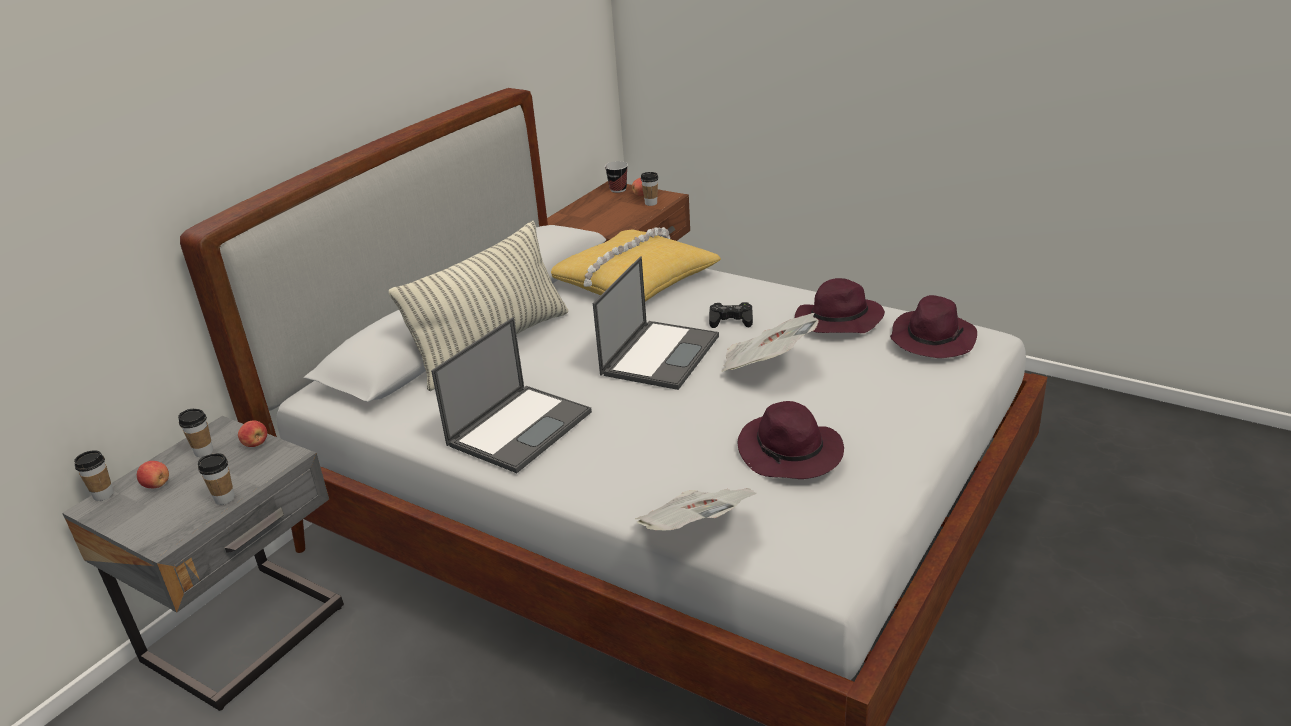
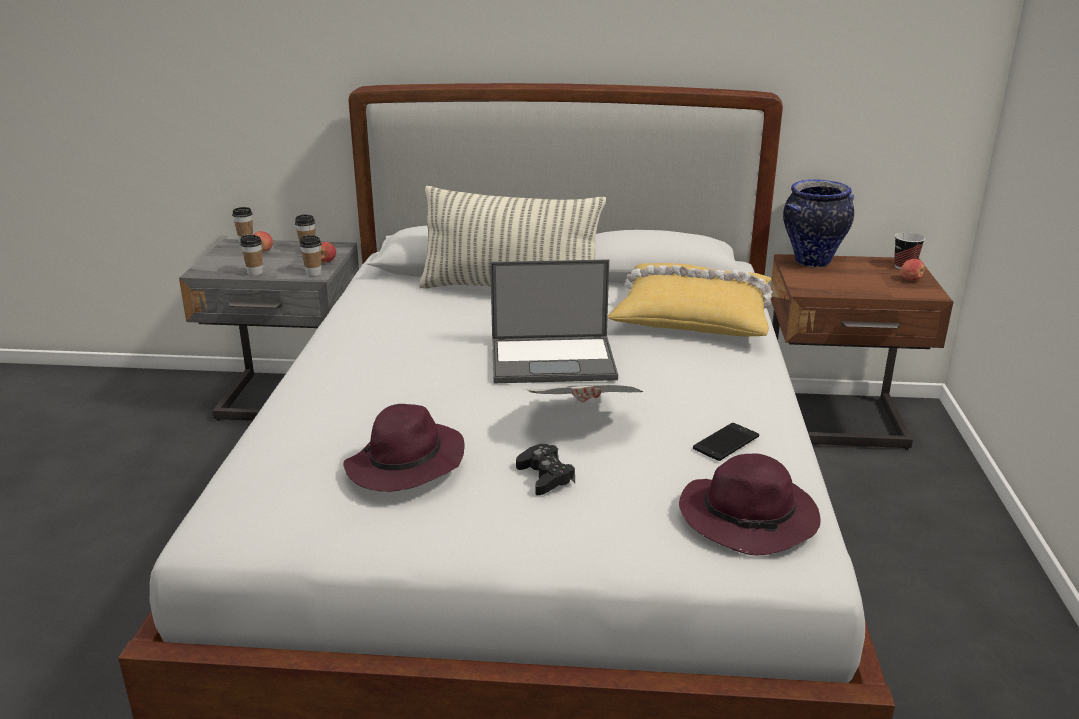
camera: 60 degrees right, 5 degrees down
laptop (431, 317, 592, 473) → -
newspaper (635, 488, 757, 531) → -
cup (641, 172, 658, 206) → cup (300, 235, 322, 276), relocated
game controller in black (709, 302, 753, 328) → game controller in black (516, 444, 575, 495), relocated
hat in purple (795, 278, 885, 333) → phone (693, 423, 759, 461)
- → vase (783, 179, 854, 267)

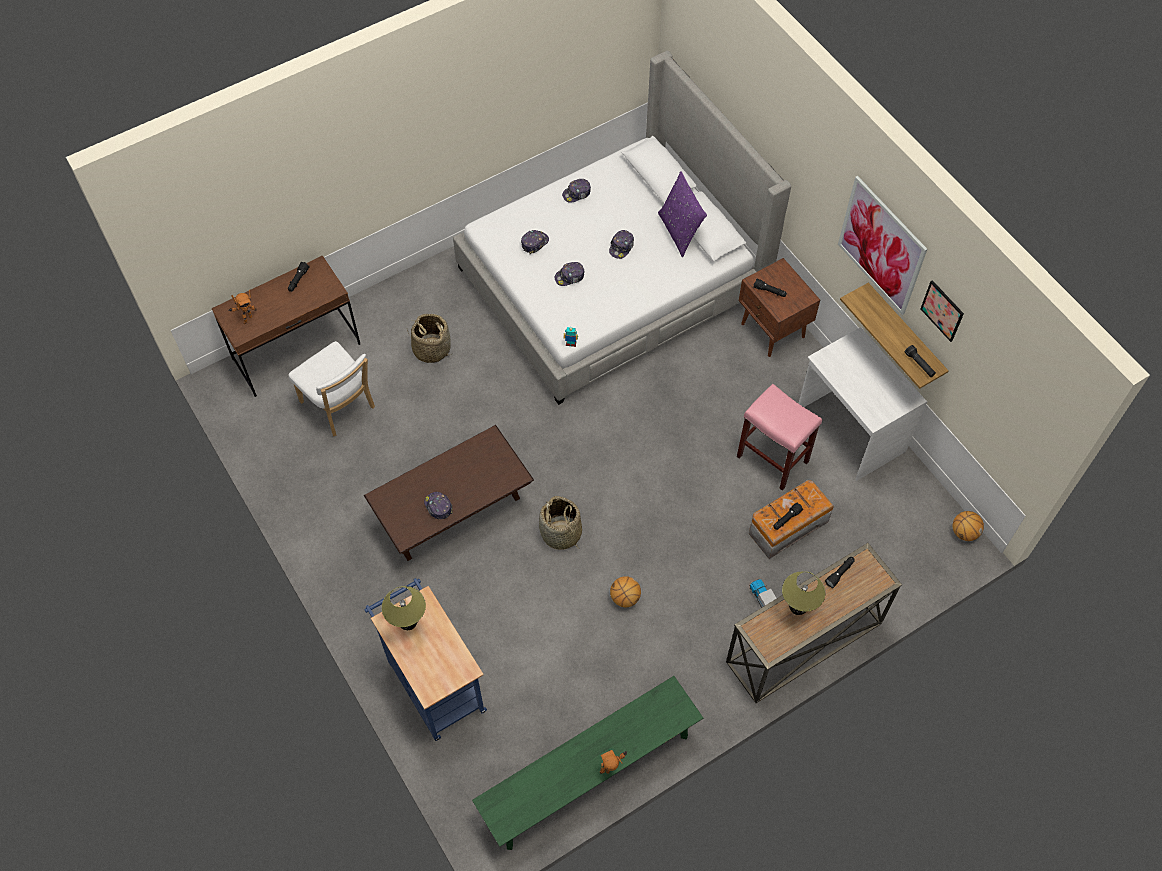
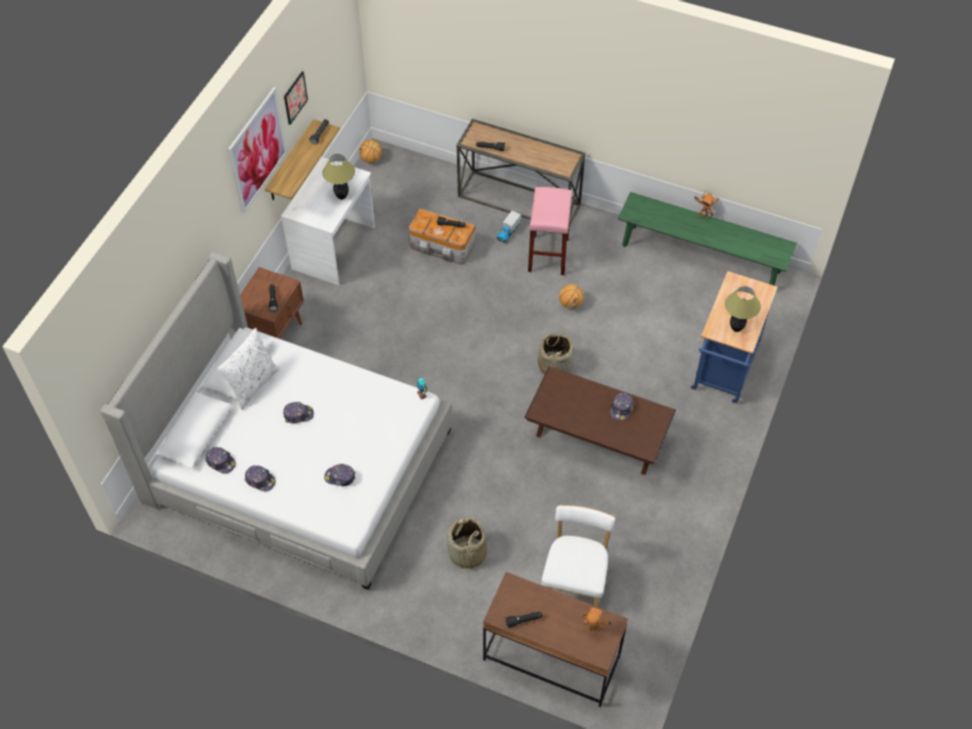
camera: 125 degrees left, 5 degrees down
cap (555, 262, 584, 286) → cap (205, 447, 236, 474), relocated
pillow in purple (658, 171, 707, 257) → pillow in white (217, 328, 279, 410)
stool in pink (737, 384, 822, 490) → stool in pink (528, 187, 572, 275), relocated
table lamp (782, 572, 825, 615) → table lamp (322, 154, 355, 200), relocated

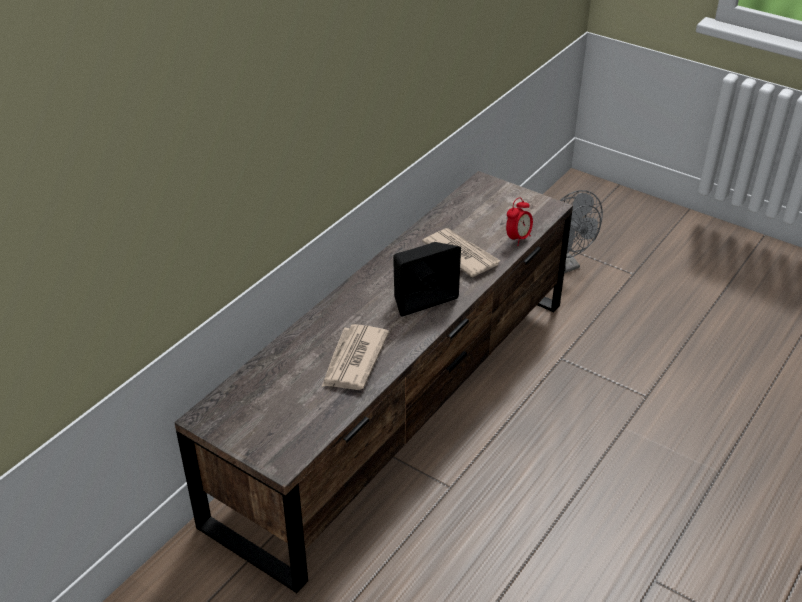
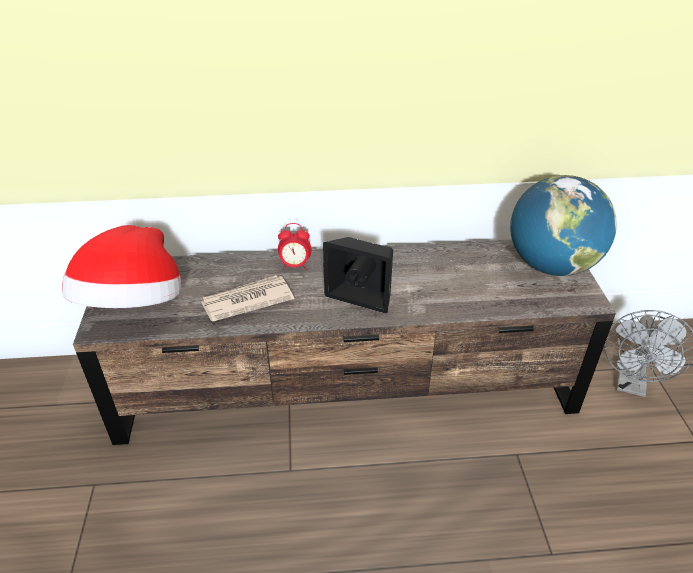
camera: 50 degrees right, 0 degrees up
newspaper (422, 228, 501, 277) → -
alarm clock (506, 197, 533, 246) → alarm clock (278, 223, 311, 271), relocated
- → hat (62, 225, 181, 308)
- → globe (510, 175, 617, 276)

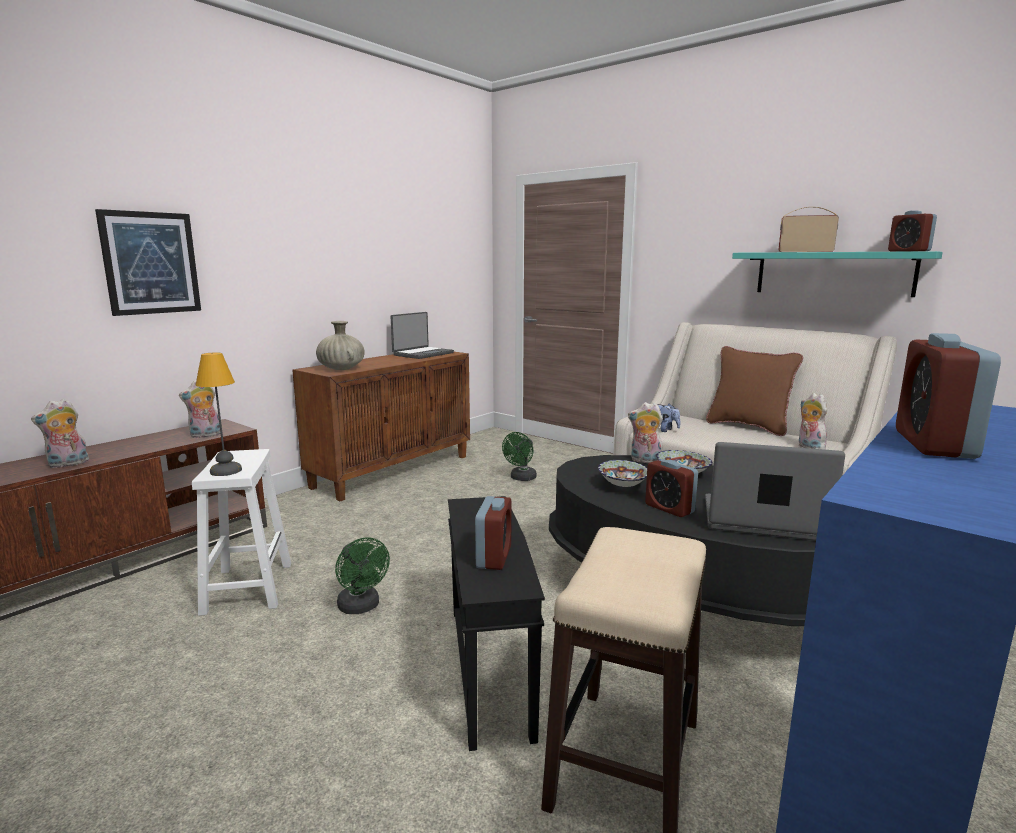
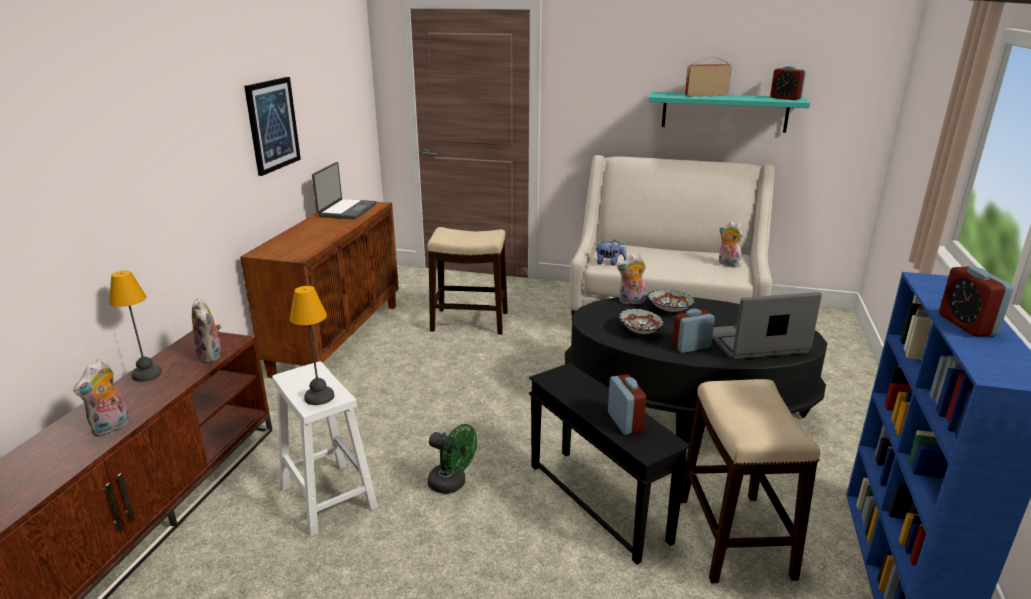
camera: 25 degrees left, 10 degrees up
picture (95, 209, 201, 316) → picture (244, 77, 301, 176), relocated
plush toy (179, 380, 221, 438) → plush toy (192, 298, 221, 363), 60 degrees counterclockwise
vase in beige (316, 321, 365, 370) → -
fan in green (502, 432, 537, 481) → stool (427, 227, 508, 335)
alarm clock (645, 459, 698, 517) → alarm clock (672, 309, 715, 353), 135 degrees clockwise
pillow in brown (706, 346, 803, 436) → -
- → table lamp (109, 270, 162, 382)

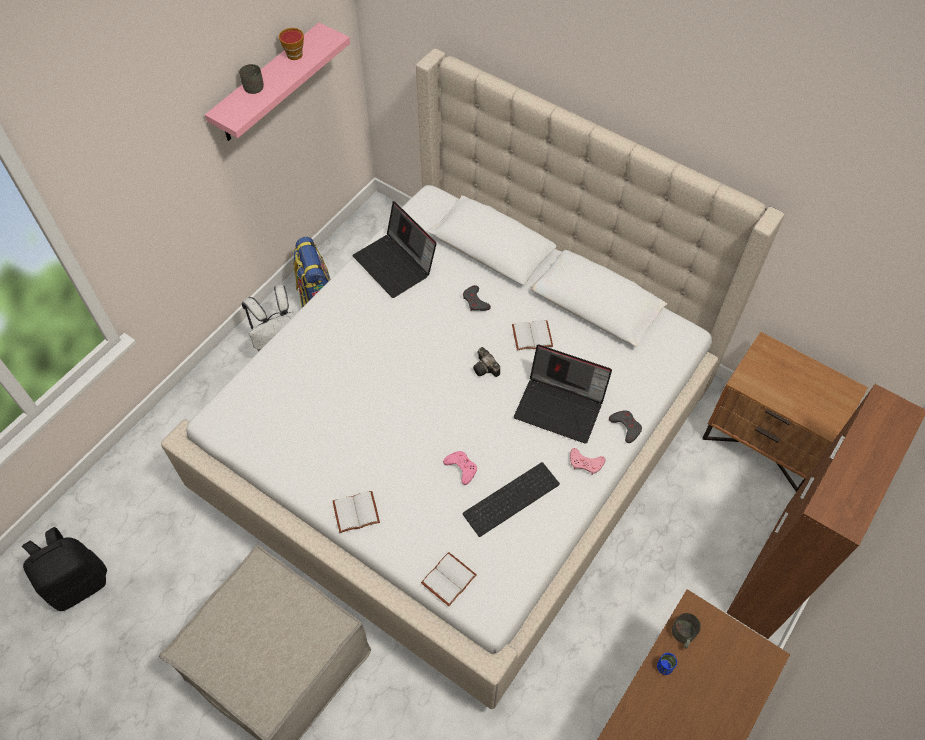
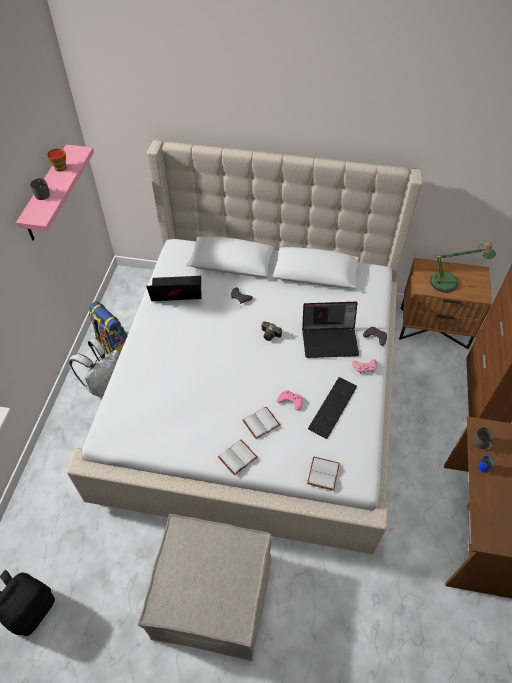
camera: 25 degrees left, 5 degrees down
laptop (353, 201, 437, 298) → laptop (146, 276, 201, 301), 150 degrees clockwise
book in white (512, 320, 553, 351) → book in white (243, 407, 280, 439), relocated
- → table lamp (430, 241, 496, 293)

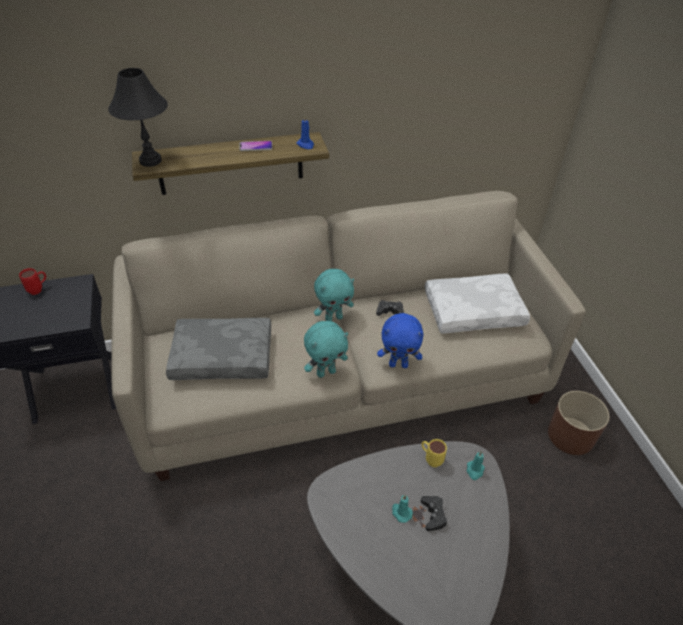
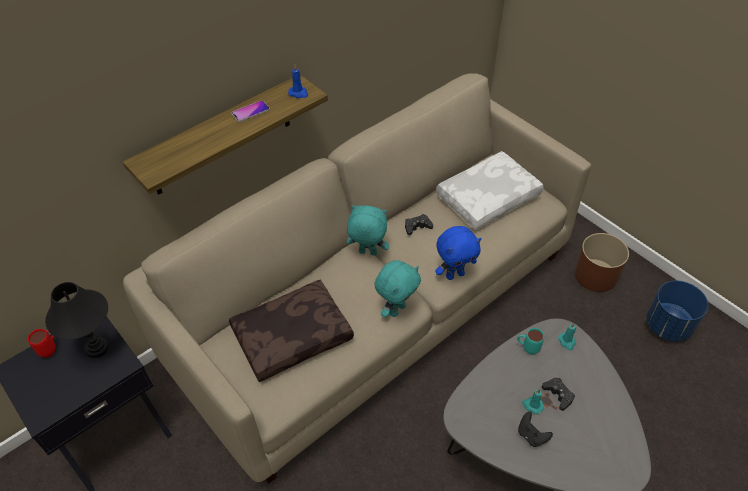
camera: 25 degrees left, 5 degrees up
table lamp in black (108, 68, 168, 167) → table lamp in black (45, 282, 109, 358), relocated
pillow in grey (166, 318, 271, 380) → pillow in brown (229, 280, 354, 382)
plush toy in turquoise (314, 269, 354, 321) → plush toy in turquoise (347, 205, 389, 256), 120 degrees counterclockwise
mug in yellow (421, 439, 447, 467) → mug in turquoise (517, 328, 544, 355)
- → game controller in black (518, 412, 553, 447)
- → planter in blue (646, 281, 709, 342)

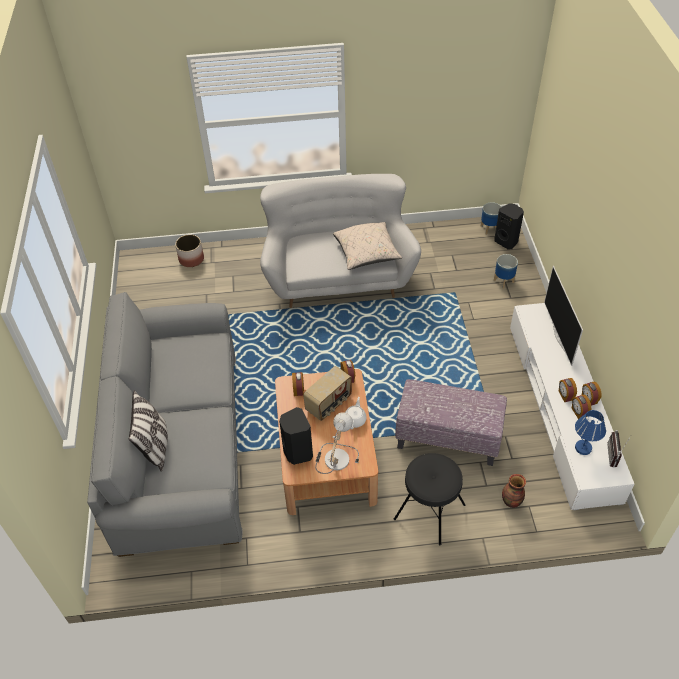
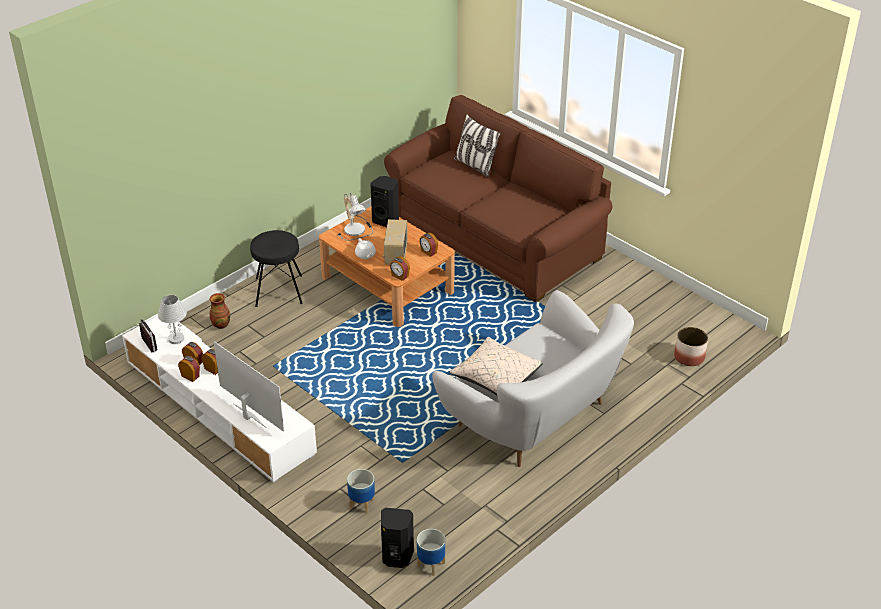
camera: 140 degrees right, 10 degrees down
sofa in grey (87, 292, 243, 557) → sofa in brown (384, 95, 612, 302)
ottoman (395, 379, 507, 466) → -
table lamp in blue (575, 410, 606, 455) → table lamp in white (158, 295, 187, 344)

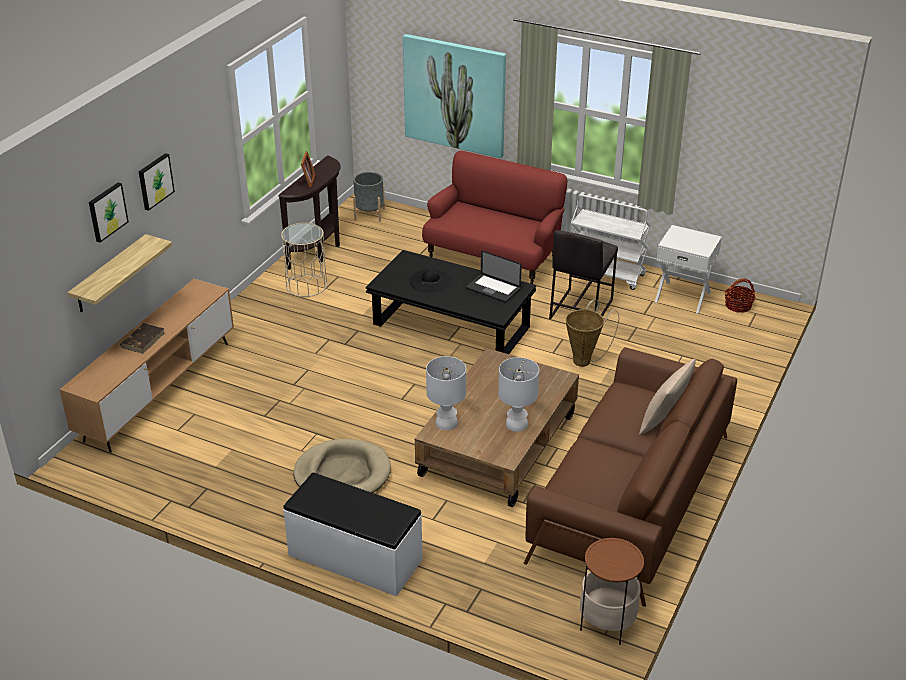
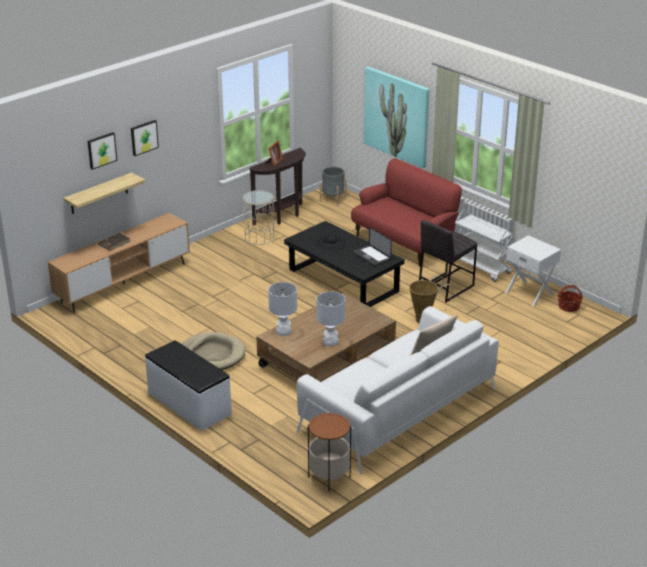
camera: 20 degrees right, 5 degrees down
sofa in brown (523, 347, 737, 607) → sofa in white (297, 306, 499, 475)

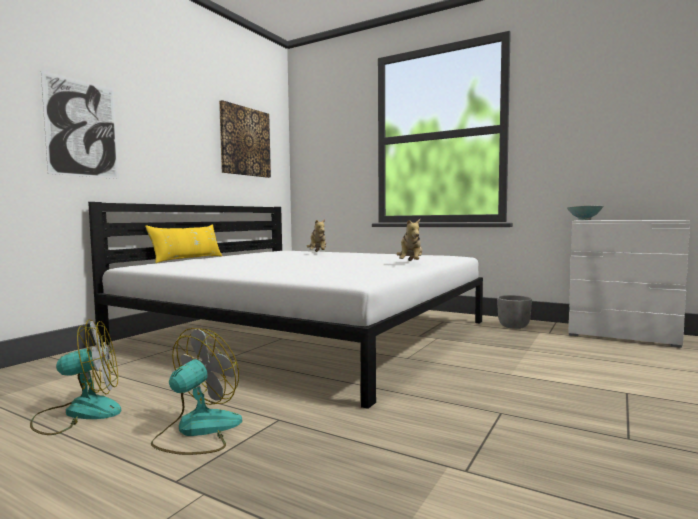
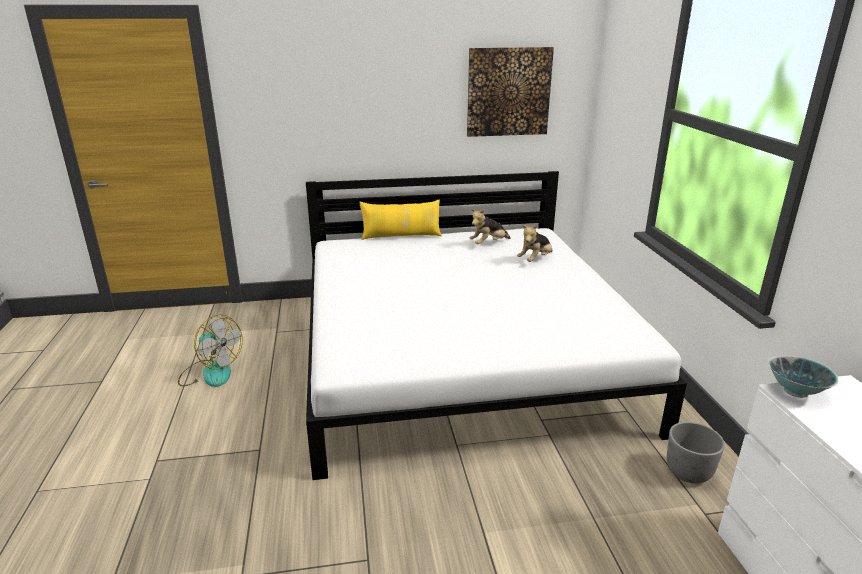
camera: 50 degrees right, 20 degrees up
picture (41, 71, 119, 179) → -
fan (151, 328, 242, 455) → -
plush toy (397, 219, 422, 261) → plush toy (470, 209, 510, 244), relocated

